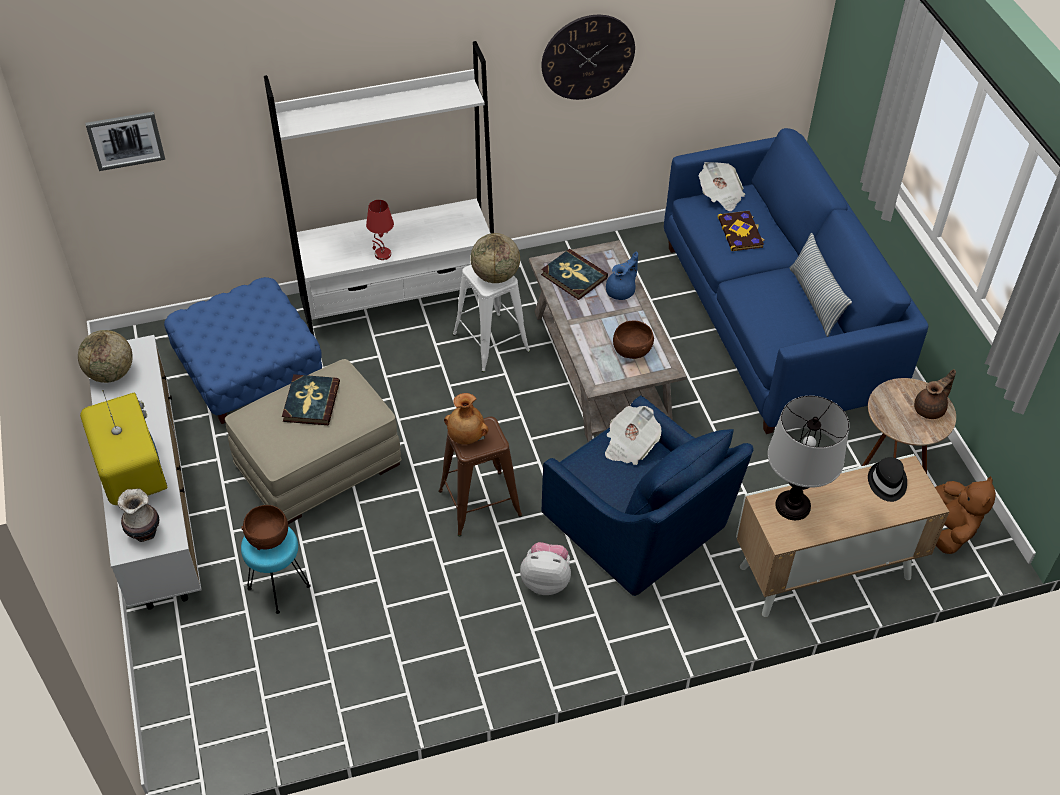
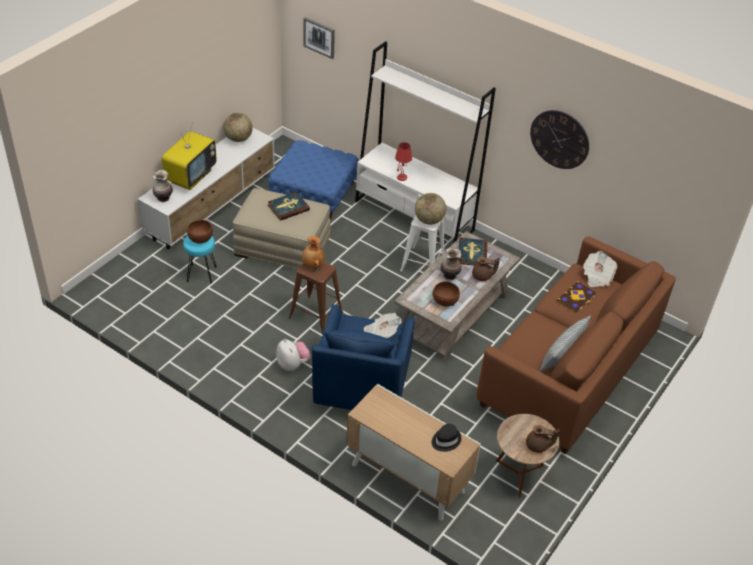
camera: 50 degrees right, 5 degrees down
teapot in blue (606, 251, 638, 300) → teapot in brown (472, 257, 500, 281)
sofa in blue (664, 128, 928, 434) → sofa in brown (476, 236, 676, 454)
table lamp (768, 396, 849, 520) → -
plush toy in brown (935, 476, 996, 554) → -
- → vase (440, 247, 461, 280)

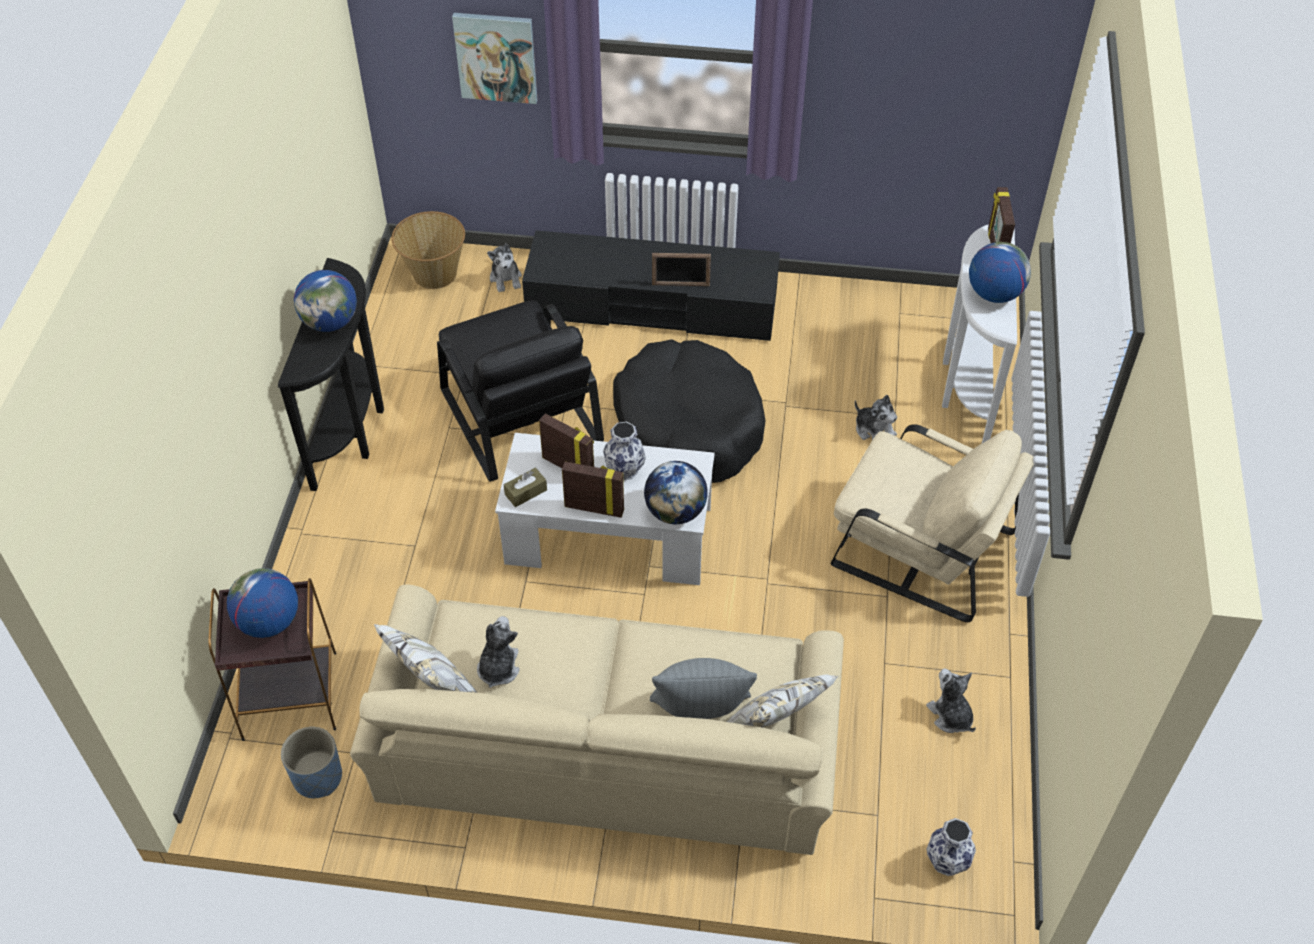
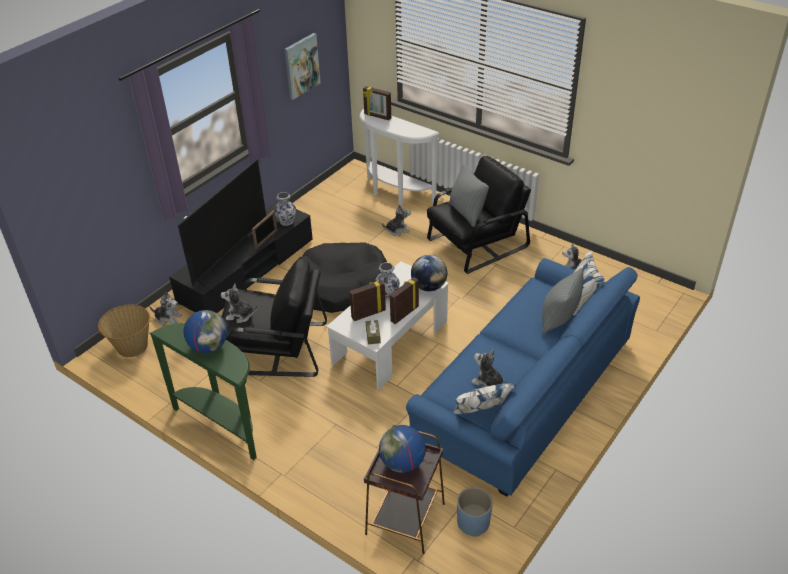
camera: 60 degrees left, 10 degrees down
console table in black (278, 258, 384, 491) → console table in green (150, 323, 257, 460)
sofa in beige (350, 584, 844, 855) → sofa in blue (406, 250, 640, 497)
picture (452, 13, 538, 104) → picture (285, 33, 321, 100), relocated
armchair in beige (831, 424, 1034, 622) → armchair in black (427, 156, 531, 274)
vase (926, 818, 976, 876) → vase (275, 192, 296, 226), relocated
globe (969, 242, 1031, 303) → -
- → television (178, 159, 266, 287)
- → plush toy (221, 284, 258, 323)
- → pillow in grey (449, 164, 489, 227)

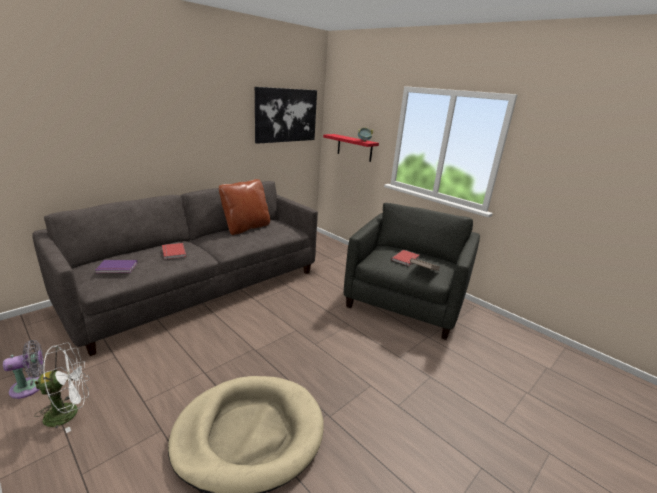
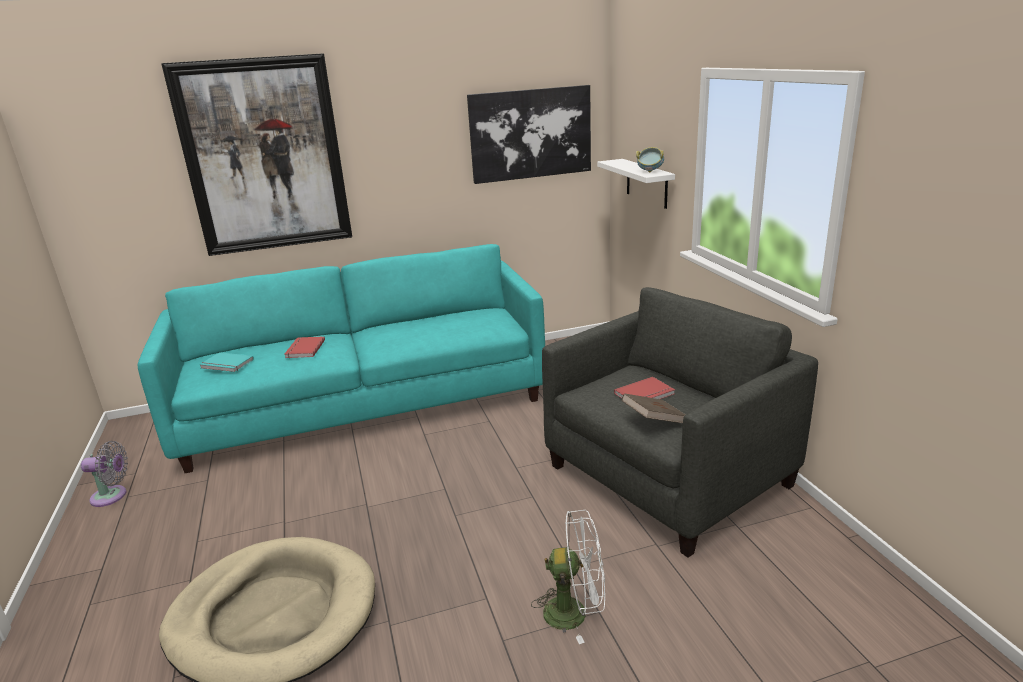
camera: 30 degrees right, 0 degrees up
sofa in grey (33, 181, 318, 356) → sofa in turquoise (138, 244, 545, 473)
fan in white (34, 343, 90, 433) → fan in white (531, 510, 605, 644), relocated
book in purple (96, 260, 137, 273) → book in turquoise (199, 352, 254, 372)
pillow in brown (219, 179, 270, 235) → -
shelf in red (323, 134, 379, 162) → shelf in white (597, 159, 675, 209)
- → picture (161, 53, 352, 256)

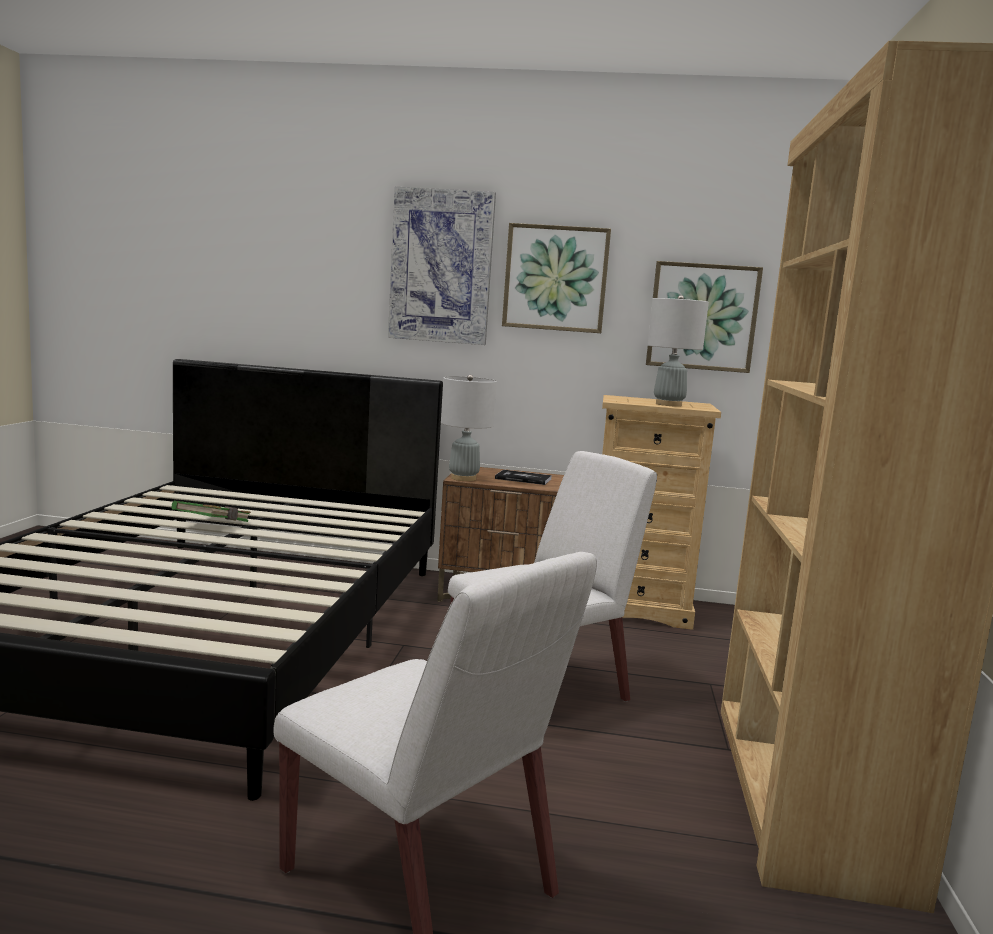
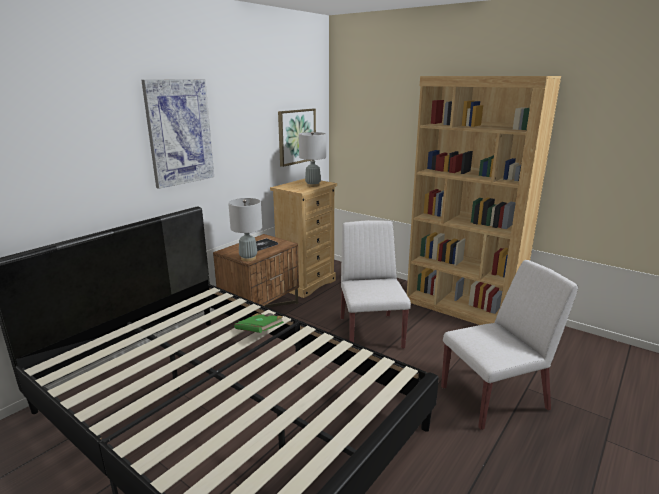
camera: 60 degrees left, 10 degrees up
book in green (172, 501, 251, 522) → book in green (234, 313, 284, 333), relocated
picture (502, 223, 611, 333) → -

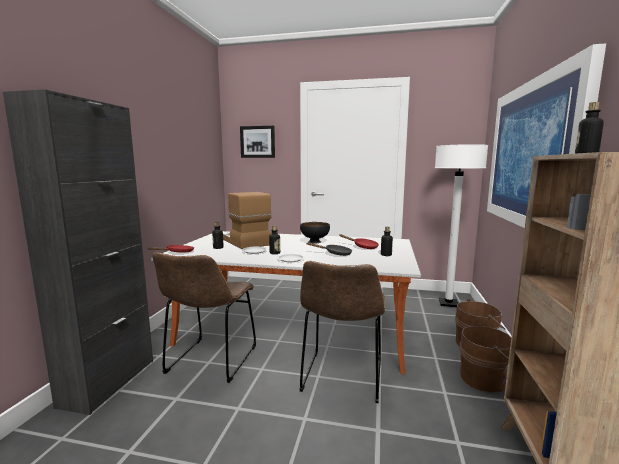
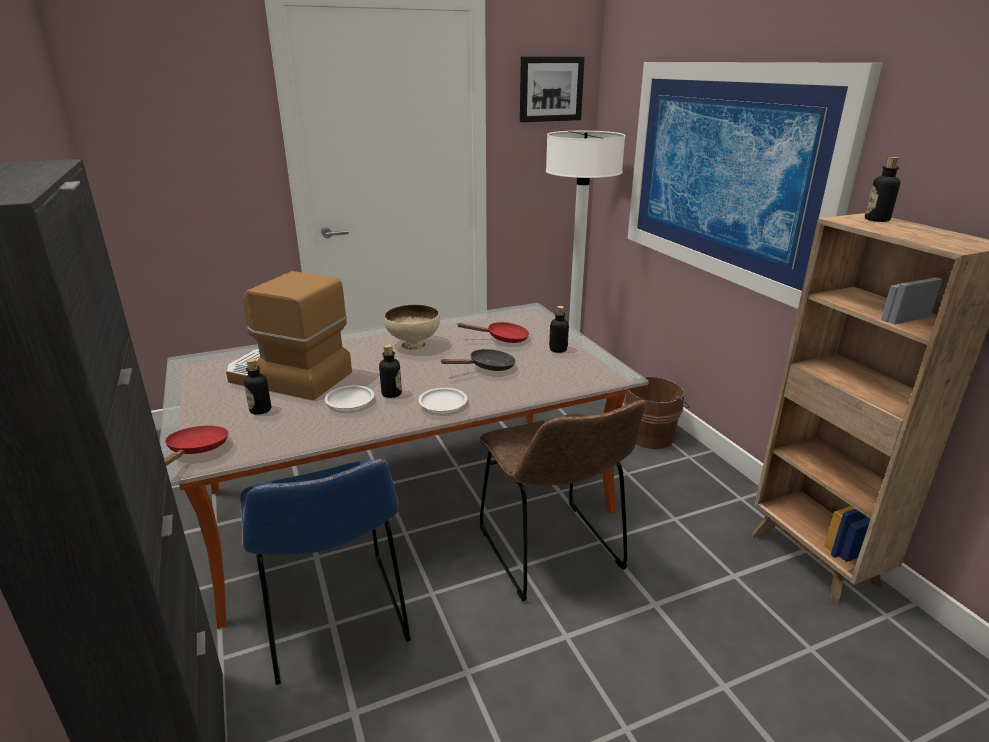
camera: 35 degrees left, 15 degrees up
chair in brown (152, 252, 256, 383) → chair in blue (240, 459, 411, 685)
picture (240, 126, 275, 158) → picture (520, 56, 585, 122), relocated
bowl in black (300, 222, 330, 244) → bowl in beige (384, 304, 440, 350)
bucket in brown (460, 324, 511, 392) → -

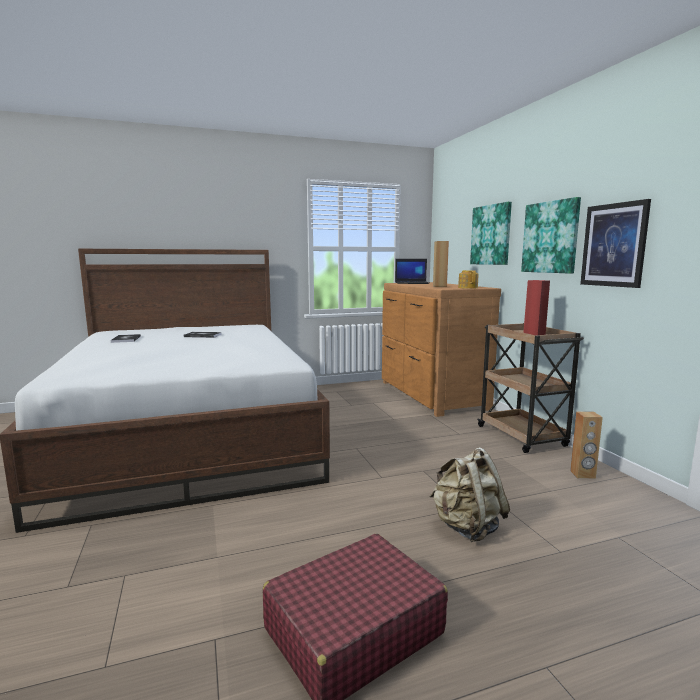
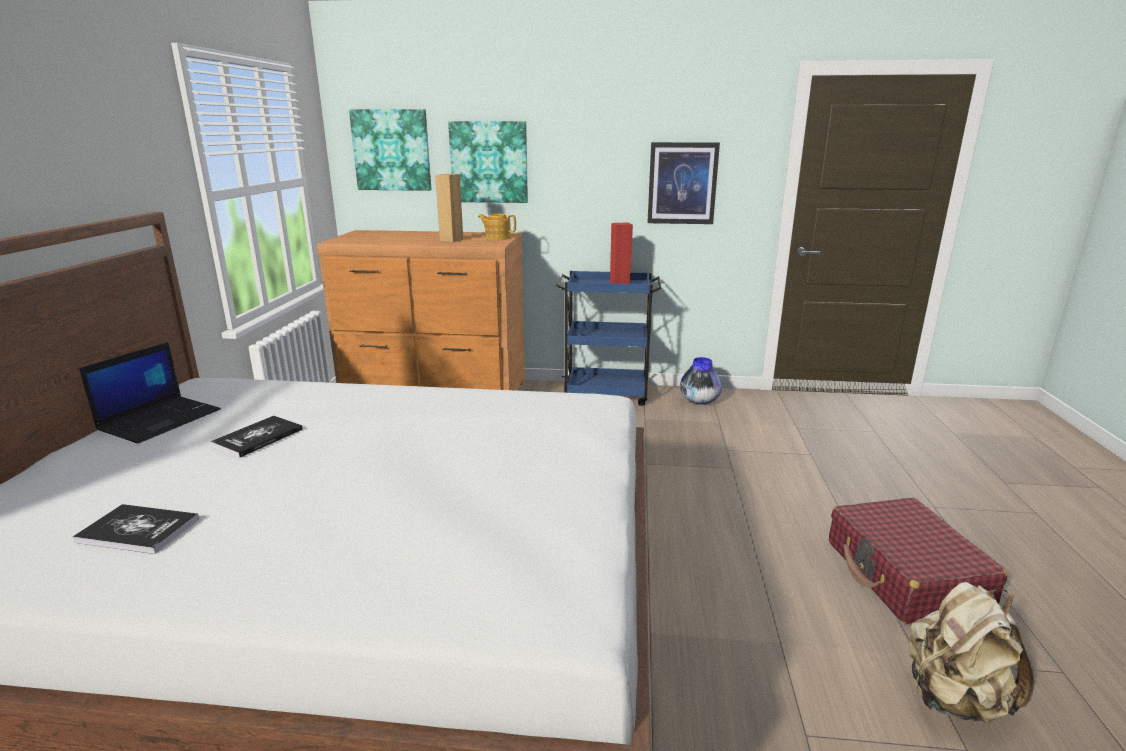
camera: 65 degrees left, 10 degrees up
laptop (395, 259, 429, 284) → laptop (79, 342, 221, 444), relocated
backpack in beige (429, 447, 510, 542) → backpack in beige (909, 582, 1034, 723), relocated
cart in brown (478, 323, 584, 453) → cart in blue (556, 271, 662, 406)
picture (521, 197, 581, 274) → picture (349, 109, 431, 191), relocated
speaker in brown (570, 411, 603, 479) → vase (680, 357, 722, 405)

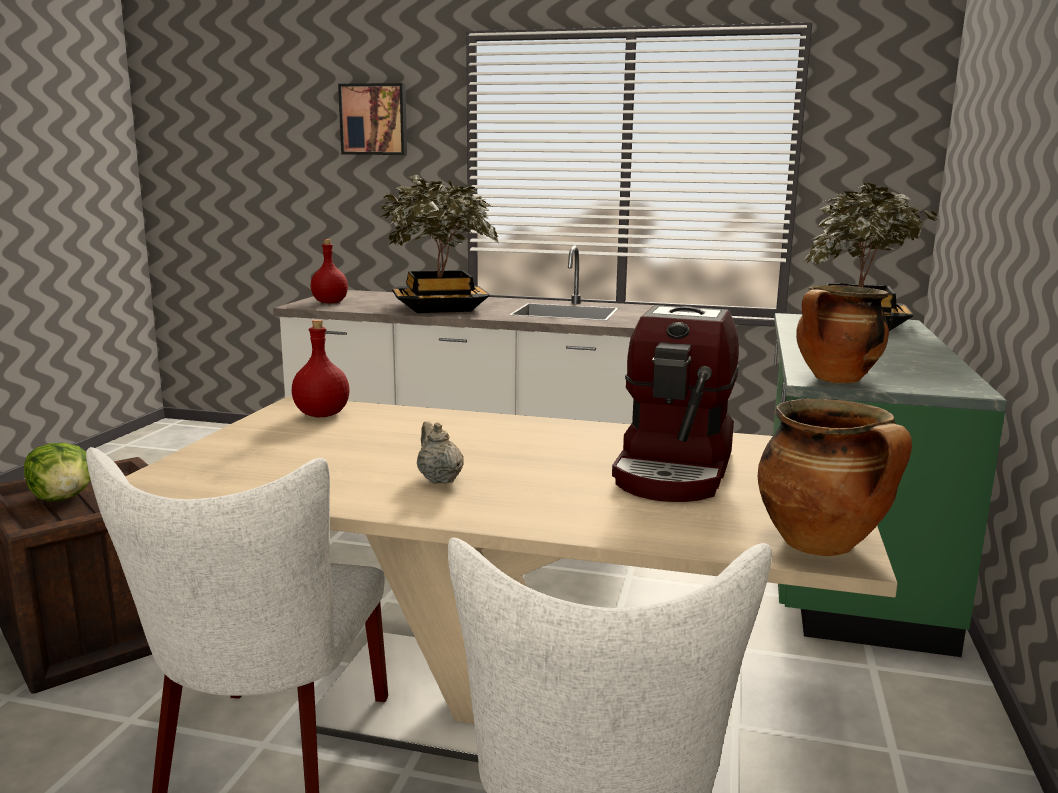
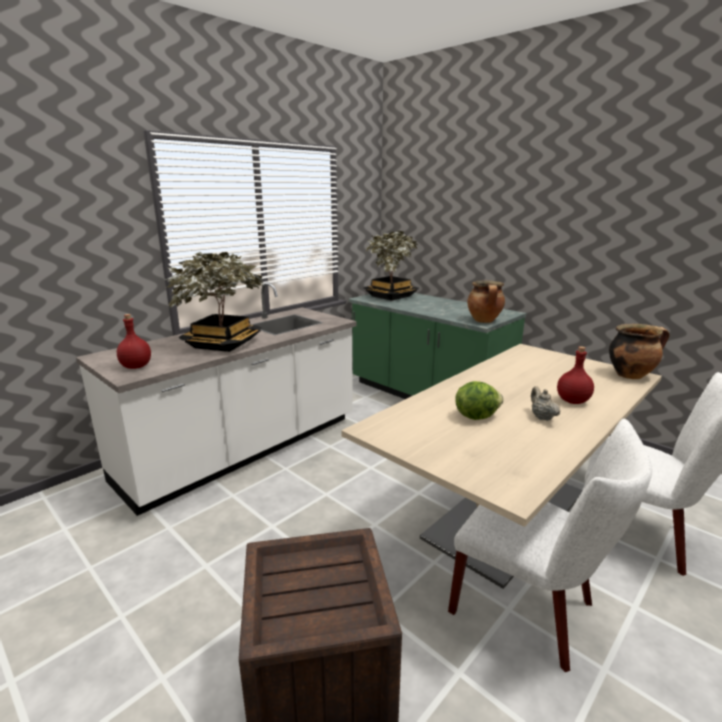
camera: 60 degrees left, 5 degrees up
lettuce (24, 443, 91, 501) → lettuce (455, 381, 504, 420), relocated
bottle in red (292, 320, 350, 417) → bottle in red (557, 346, 594, 404), relocated
picture (338, 83, 407, 155) → -
teapot in beige (417, 421, 464, 484) → teapot in beige (531, 386, 560, 421), 75 degrees clockwise
coffee machine (612, 305, 739, 502) → -

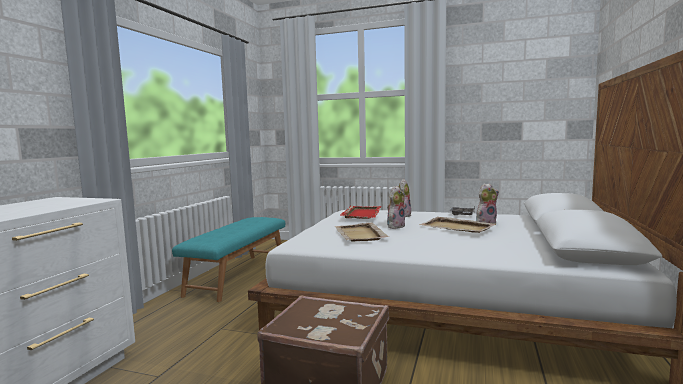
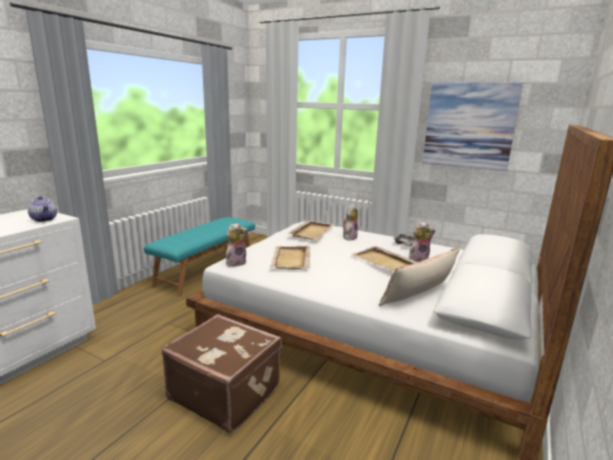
camera: 10 degrees right, 10 degrees up
tray in red (340, 206, 381, 219) → tray in beige (288, 220, 335, 240)
plush toy (387, 186, 405, 229) → plush toy (226, 223, 248, 267), relocated
- → teapot (28, 196, 57, 222)
- → pillow (379, 247, 460, 306)
- → picture (423, 82, 523, 171)

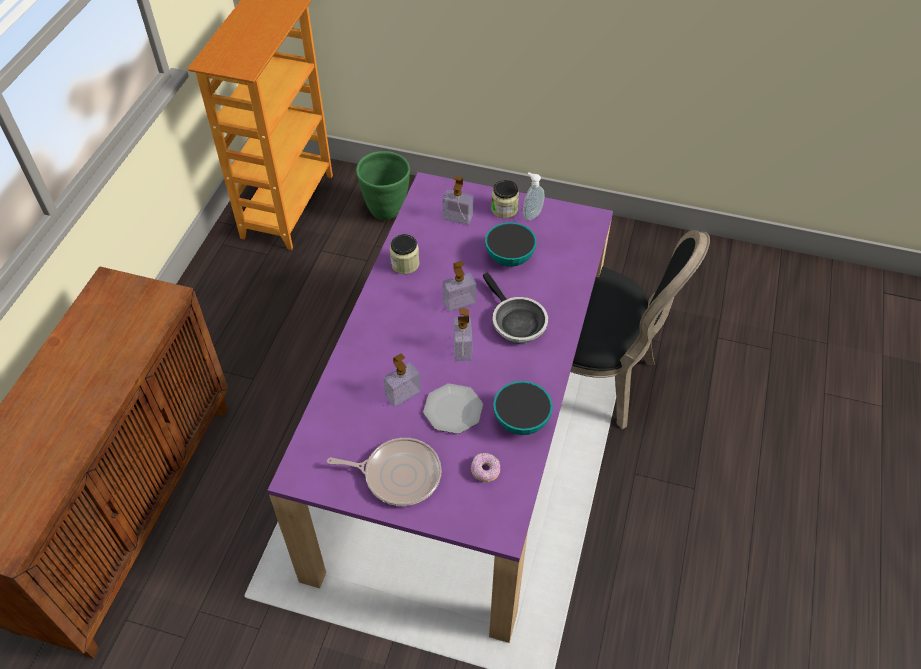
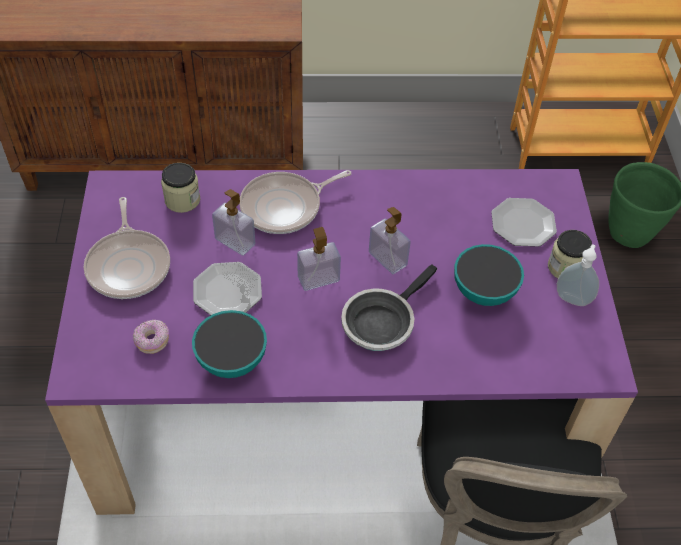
camera: 70 degrees right, 0 degrees up
jar (390, 234, 419, 274) → jar (161, 163, 200, 213), relocated
soap dispenser (442, 176, 473, 225) → plate (491, 198, 557, 247)
- → frying pan (239, 170, 352, 234)

